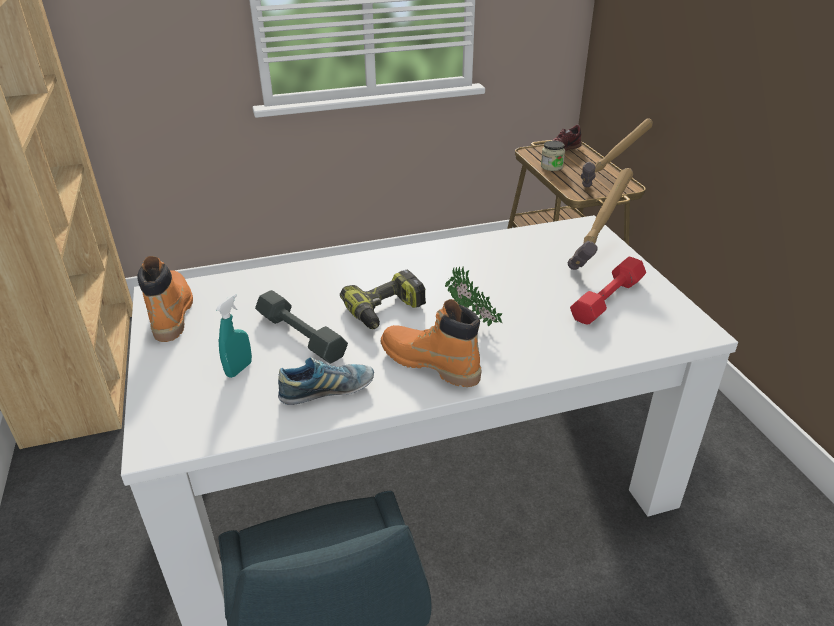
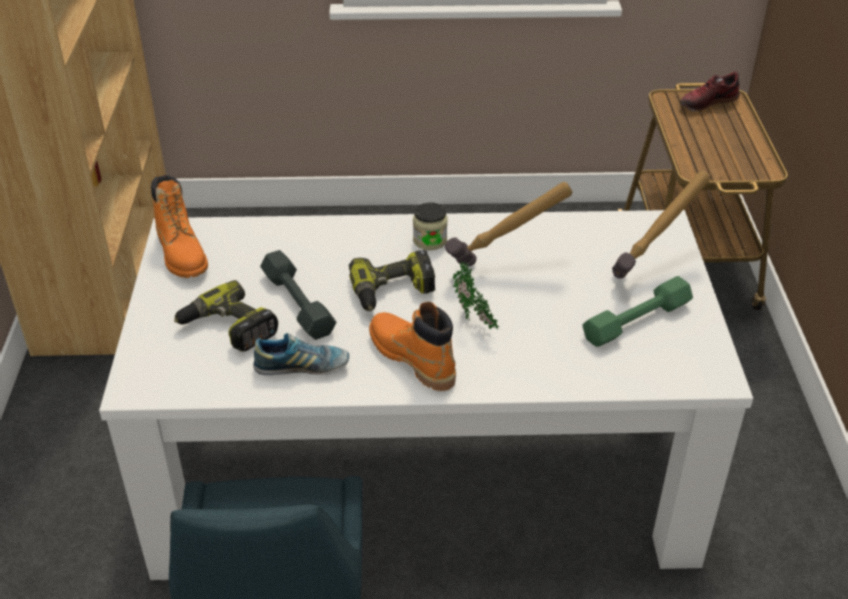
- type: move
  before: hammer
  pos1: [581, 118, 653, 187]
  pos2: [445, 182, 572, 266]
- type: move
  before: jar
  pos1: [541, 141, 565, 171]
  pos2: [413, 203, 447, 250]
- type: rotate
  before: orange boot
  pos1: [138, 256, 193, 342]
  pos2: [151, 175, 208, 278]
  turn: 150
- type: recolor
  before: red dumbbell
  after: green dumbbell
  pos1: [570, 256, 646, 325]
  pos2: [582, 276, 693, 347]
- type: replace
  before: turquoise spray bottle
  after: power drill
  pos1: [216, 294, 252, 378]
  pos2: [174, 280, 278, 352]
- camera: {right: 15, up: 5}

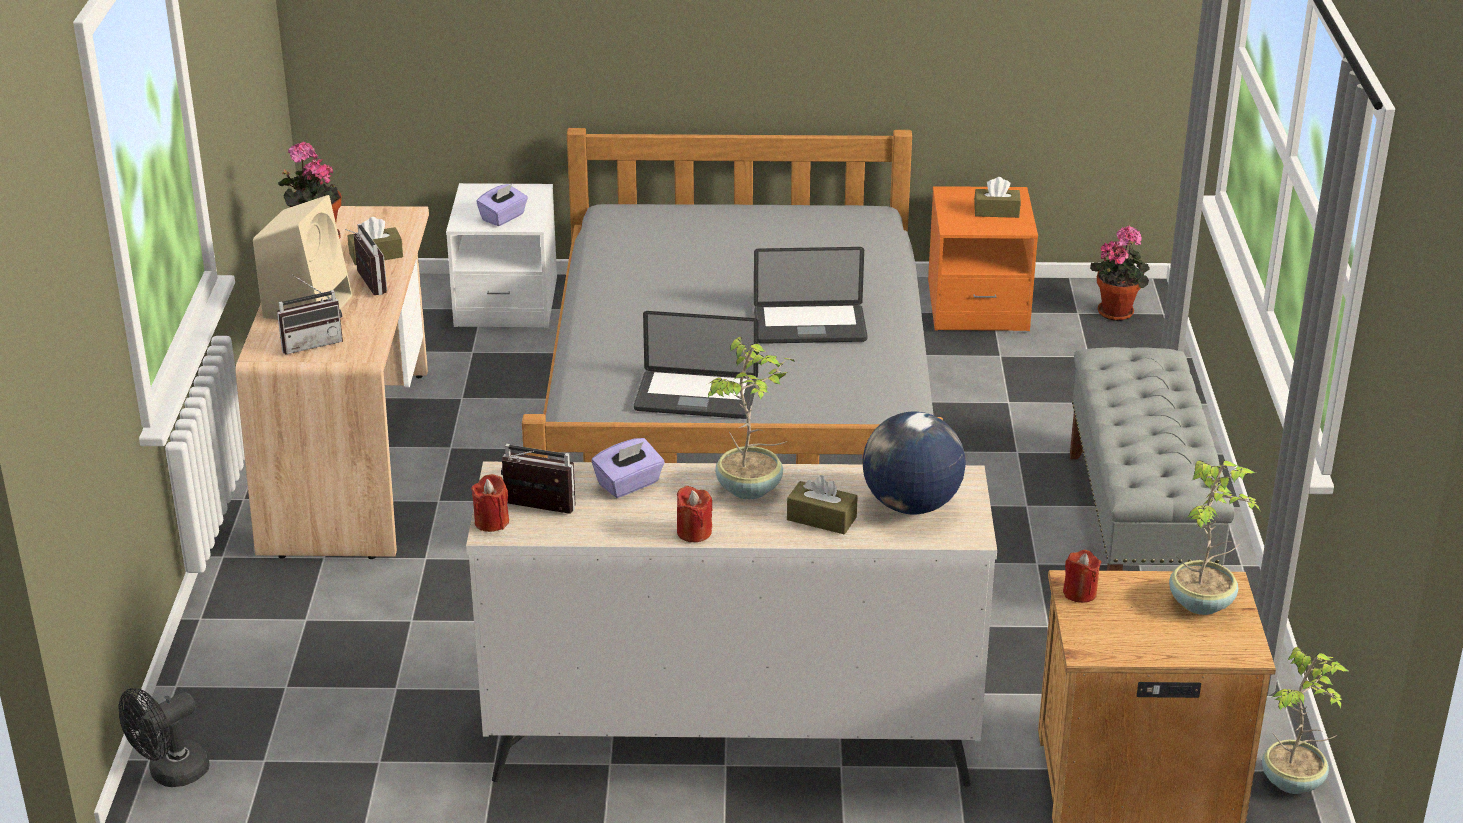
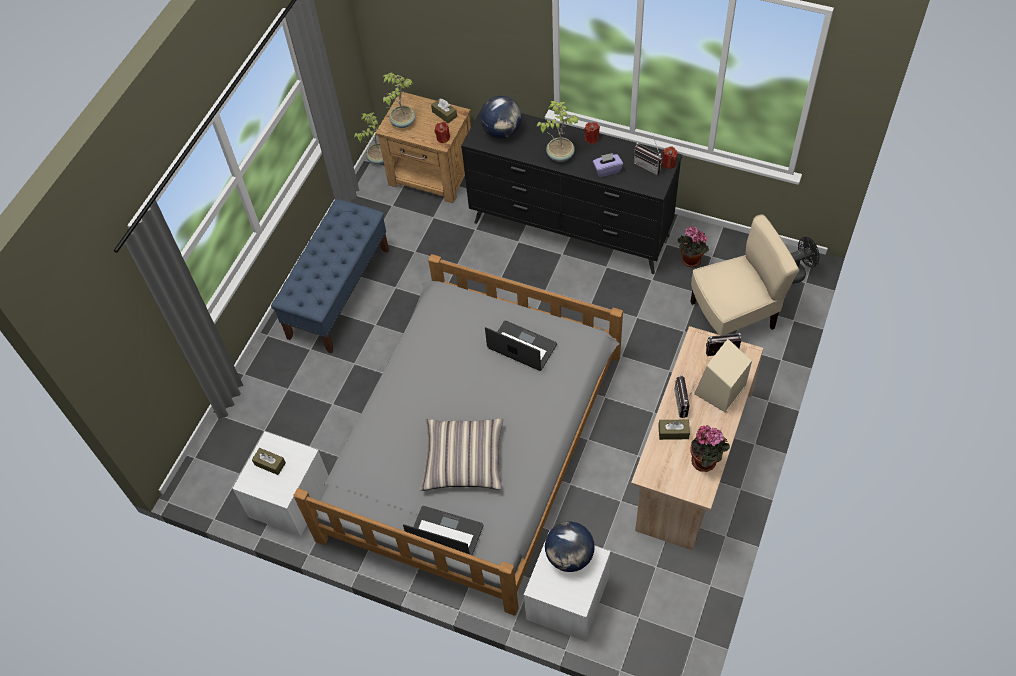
- type: replace
  before: purple tissue box
  after: globe
  pos1: [476, 183, 528, 226]
  pos2: [545, 522, 595, 572]
- type: recolor
  before: orange nightstand
  after: white nightstand
  pos1: [928, 186, 1038, 331]
  pos2: [232, 432, 329, 536]
- type: move
  before: potted plant
  pos1: [1090, 226, 1150, 321]
  pos2: [677, 226, 709, 267]
- type: move
  before: laptop
  pos1: [754, 247, 867, 344]
  pos2: [403, 506, 483, 555]
- type: recolor
  before: grey bench
  after: blue bench
  pos1: [1070, 347, 1235, 571]
  pos2: [271, 199, 389, 354]
- type: recolor
  before: beige dresser
  after: black dresser
  pos1: [466, 462, 997, 787]
  pos2: [461, 104, 682, 274]
- type: move
  before: brown tissue box
  pos1: [787, 475, 858, 534]
  pos2: [431, 98, 457, 123]
- type: insert
  after: beige chair
  pos2: [690, 214, 799, 335]
- type: insert
  after: pillow
  pos2: [420, 419, 503, 491]
- camera: {right: -155, up: 25}

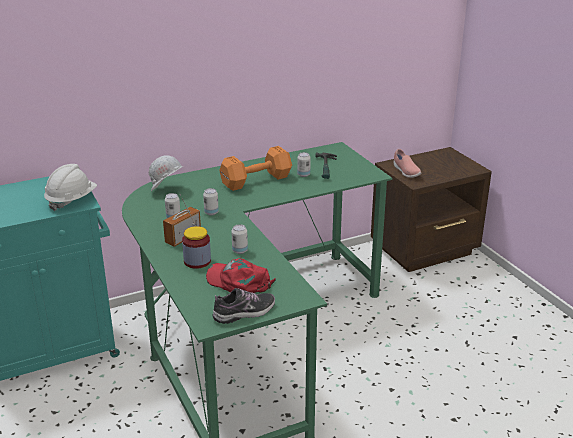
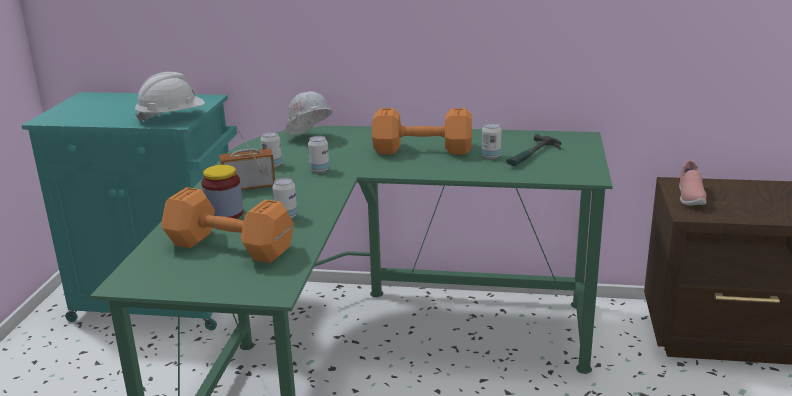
- type: replace
  before: red cap
  after: orange dumbbell
  pos1: [206, 258, 276, 293]
  pos2: [161, 187, 294, 263]
- type: delete
  before: shoe
  pos1: [212, 288, 275, 324]
- camera: {right: 35, up: -5}

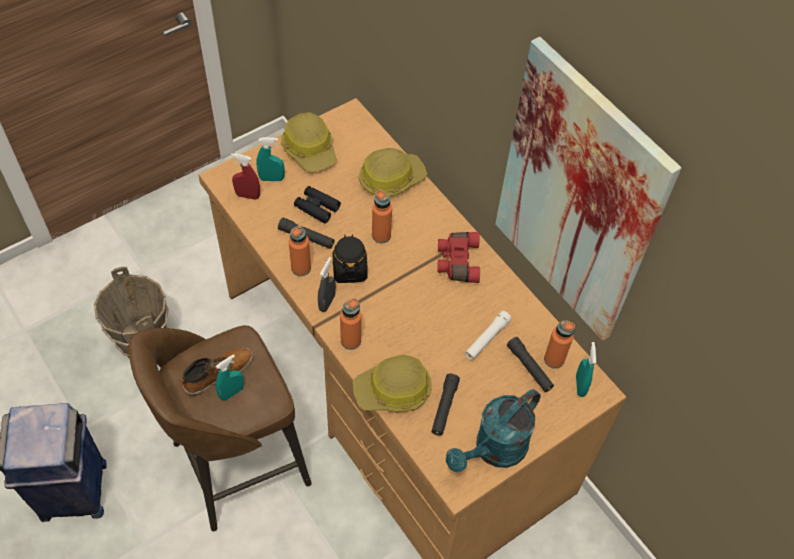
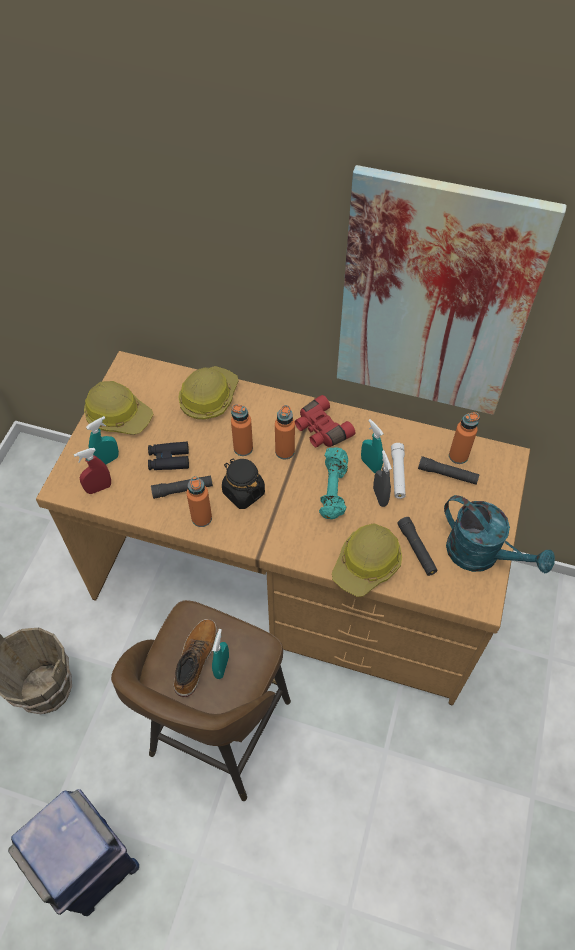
- type: move
  before: grey spray bottle
  pos1: [318, 257, 336, 312]
  pos2: [373, 450, 392, 507]
- type: move
  before: orange bottle
  pos1: [340, 298, 361, 350]
  pos2: [275, 405, 295, 459]
- type: move
  before: turquoise spray bottle
  pos1: [576, 342, 596, 397]
  pos2: [361, 419, 384, 473]
- type: rotate
  before: turquoise watering can
  pos1: [446, 389, 540, 473]
  pos2: [444, 495, 555, 573]
  turn: -60
- type: insert
  after: turquoise dumbbell
  pos2: [319, 448, 348, 520]
- camera: {right: -35, up: 0}

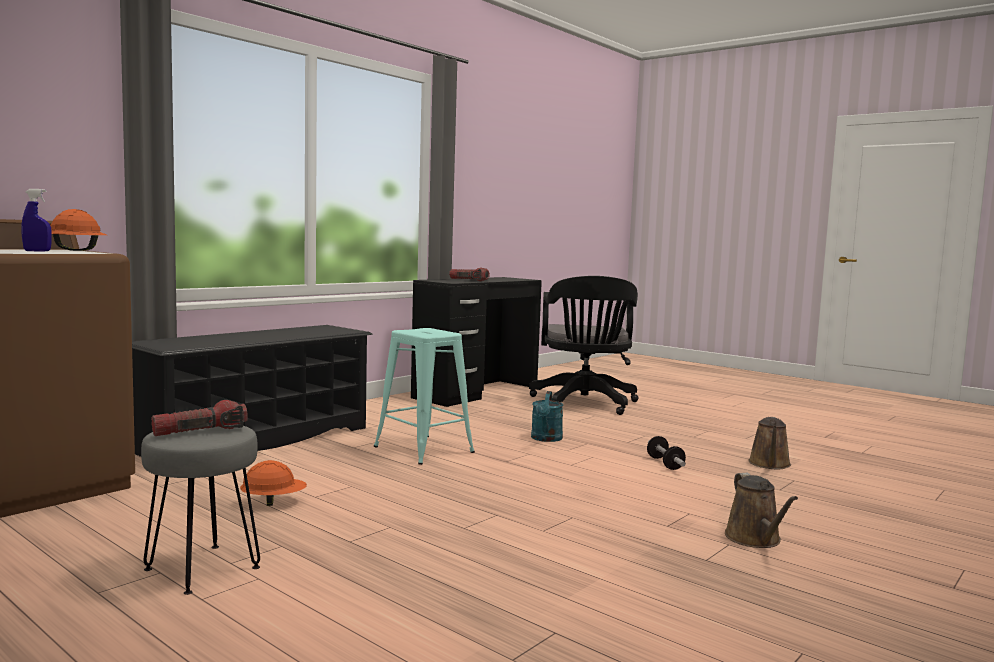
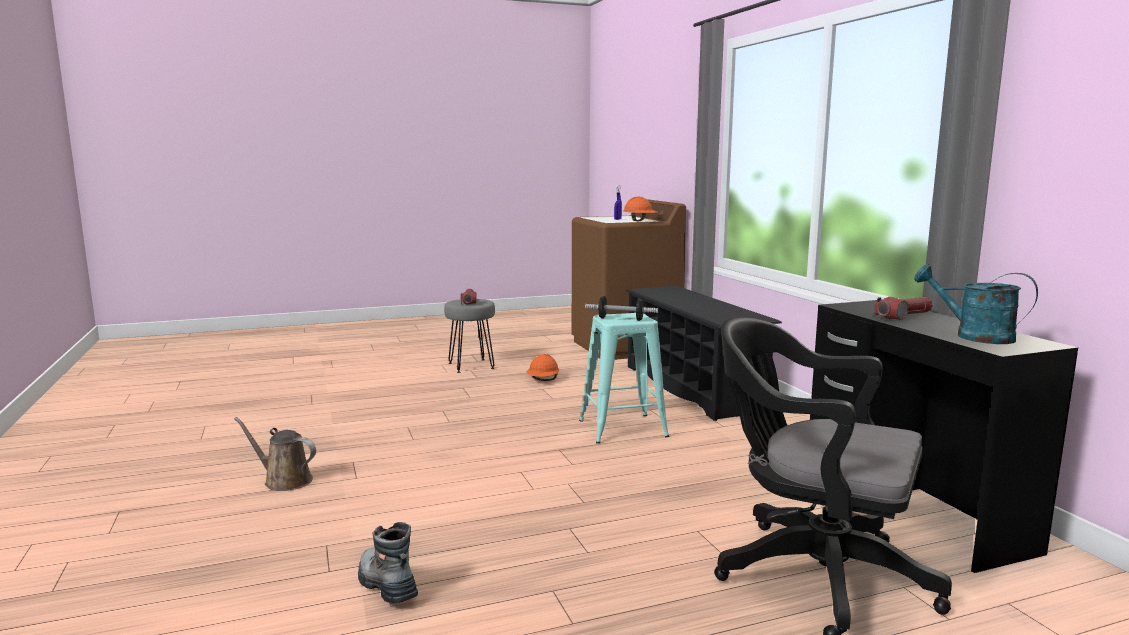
- type: move
  before: turquoise watering can
  pos1: [531, 391, 563, 442]
  pos2: [914, 264, 1038, 344]
- type: replace
  before: brown watering can
  after: boot
  pos1: [748, 417, 791, 469]
  pos2: [358, 522, 418, 604]
- type: move
  before: dumbbell
  pos1: [647, 436, 686, 470]
  pos2: [585, 296, 658, 321]
- camera: {right: 120, up: 5}

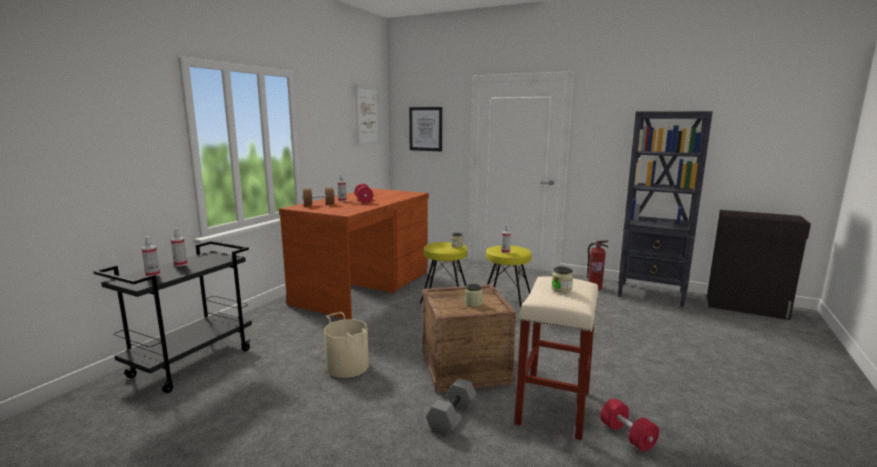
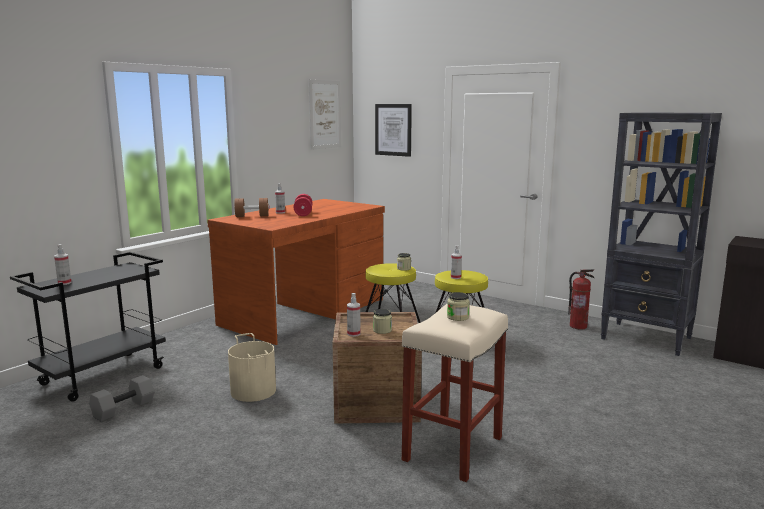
- type: move
  before: spray bottle
  pos1: [171, 229, 187, 267]
  pos2: [347, 293, 361, 337]
- type: move
  before: grey dumbbell
  pos1: [426, 378, 477, 436]
  pos2: [89, 375, 154, 421]
- type: delete
  before: red dumbbell
  pos1: [600, 398, 659, 451]
- camera: {right: 10, up: 0}

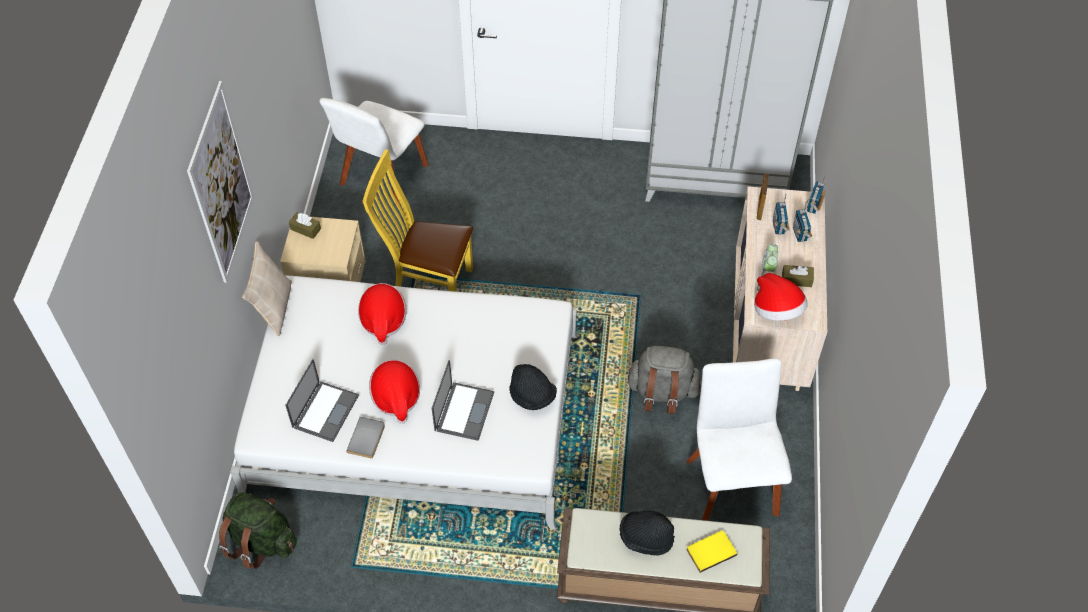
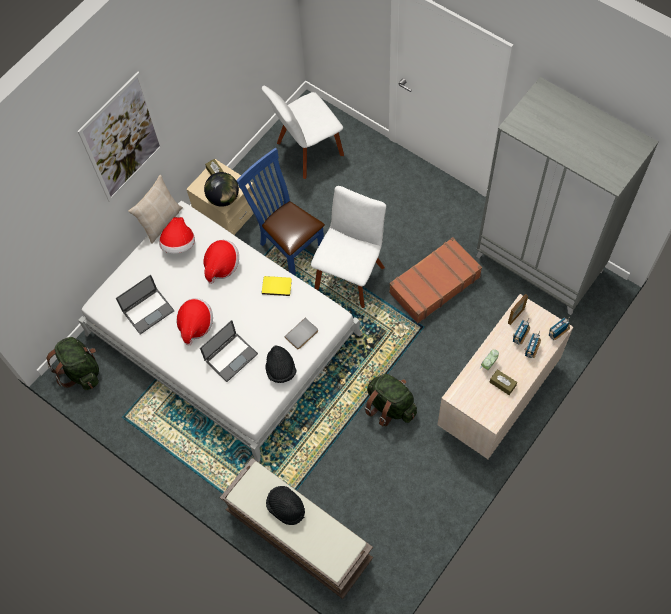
- type: recolor
  before: yellow chair
  after: blue chair
  pos1: [362, 149, 473, 292]
  pos2: [236, 148, 325, 275]
- type: move
  before: hat
  pos1: [754, 273, 808, 321]
  pos2: [159, 217, 195, 254]
- type: recolor
  before: grey backpack
  after: green backpack
  pos1: [626, 346, 701, 414]
  pos2: [364, 374, 417, 427]
- type: move
  before: white chair
  pos1: [686, 358, 792, 521]
  pos2: [311, 186, 386, 308]
- type: move
  before: grey book
  pos1: [346, 417, 385, 458]
  pos2: [284, 318, 318, 350]
- type: move
  before: yellow book
  pos1: [687, 531, 738, 573]
  pos2: [262, 276, 292, 296]
- type: insert
  after: globe
  pos2: [204, 172, 239, 207]
- type: insert
  after: brown suitcase
  pos2: [389, 237, 482, 324]
- camera: {right: 35, up: 10}

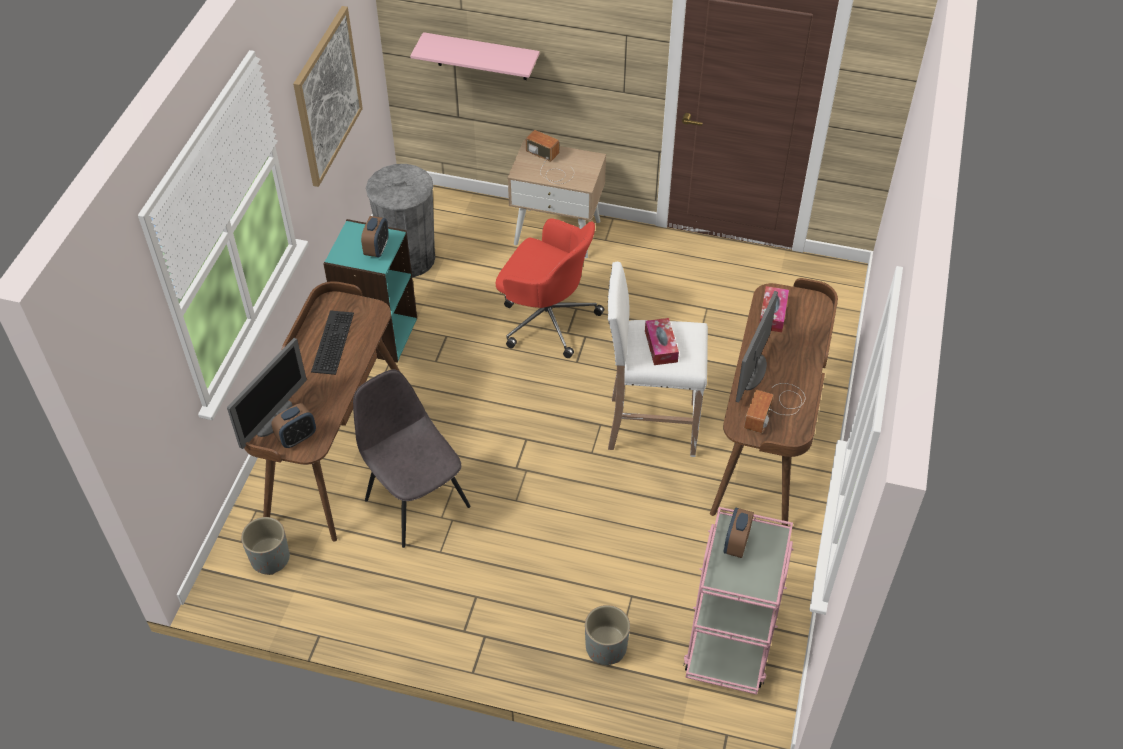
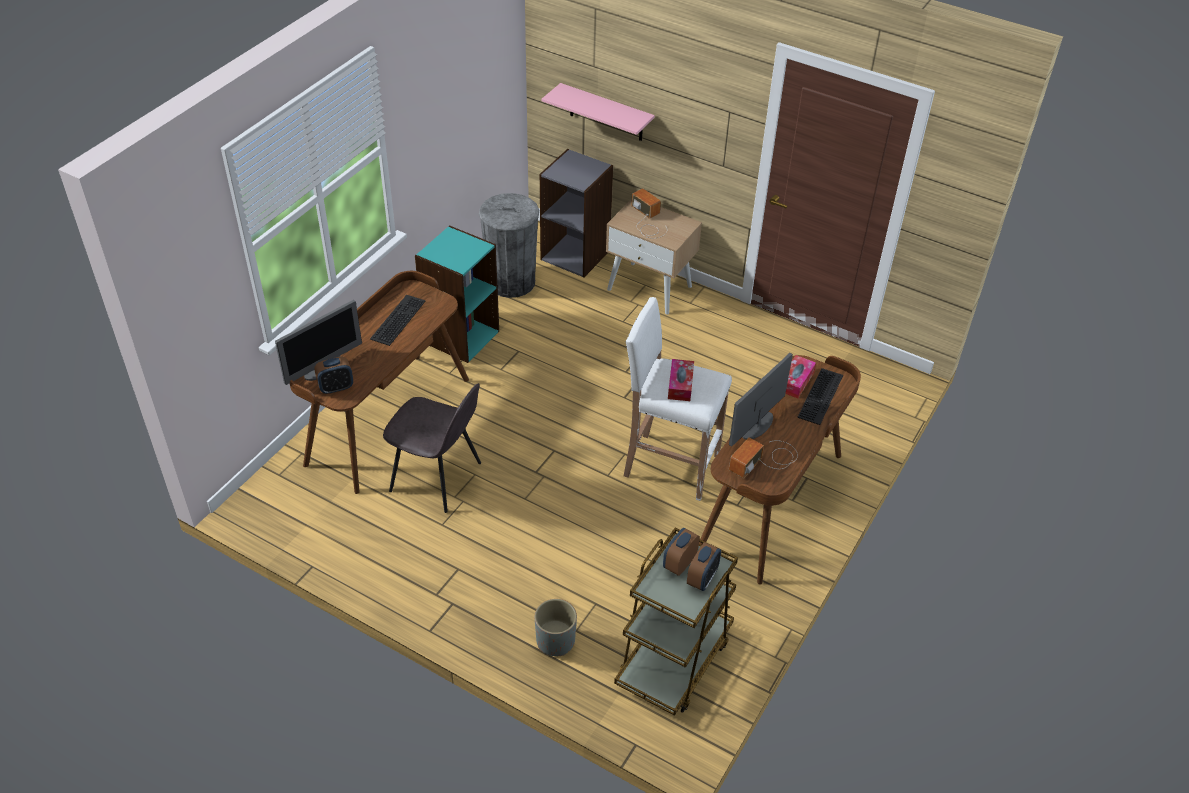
- type: delete
  before: picture
  pos1: [293, 6, 363, 187]
- type: move
  before: alarm clock
  pos1: [361, 216, 389, 257]
  pos2: [687, 542, 721, 591]
- type: delete
  before: red office chair
  pos1: [496, 218, 604, 358]
- type: rotate
  before: grey chair
  pos1: [353, 369, 470, 548]
  pos2: [383, 383, 481, 513]
  turn: 135
- type: recolor
  before: pink cart
  after: brown cart
  pos1: [683, 507, 794, 695]
  pos2: [614, 528, 738, 716]
- type: delete
  before: grey planter
  pos1: [241, 517, 290, 575]
- type: insert
  after: grey bookcase
  pos2: [540, 149, 613, 277]
- type: insert
  after: keyboard
  pos2: [797, 368, 843, 425]
- camera: {right: 15, up: -5}

